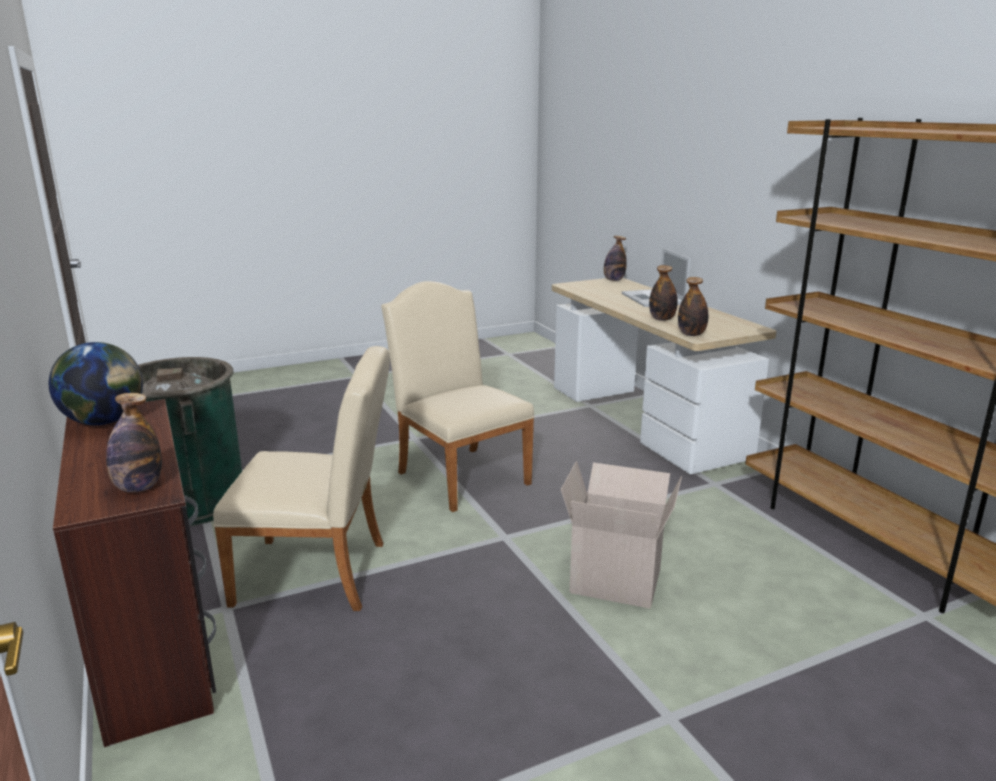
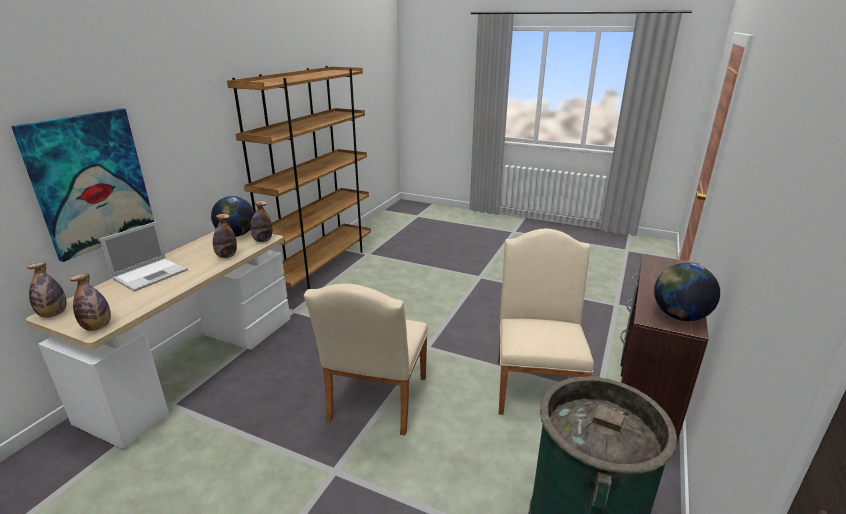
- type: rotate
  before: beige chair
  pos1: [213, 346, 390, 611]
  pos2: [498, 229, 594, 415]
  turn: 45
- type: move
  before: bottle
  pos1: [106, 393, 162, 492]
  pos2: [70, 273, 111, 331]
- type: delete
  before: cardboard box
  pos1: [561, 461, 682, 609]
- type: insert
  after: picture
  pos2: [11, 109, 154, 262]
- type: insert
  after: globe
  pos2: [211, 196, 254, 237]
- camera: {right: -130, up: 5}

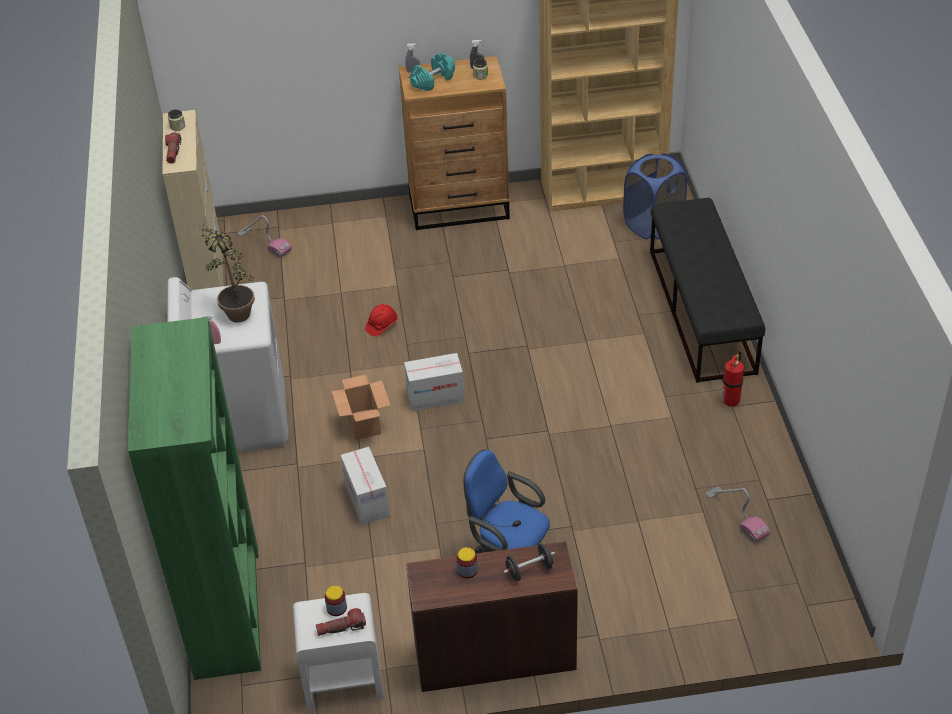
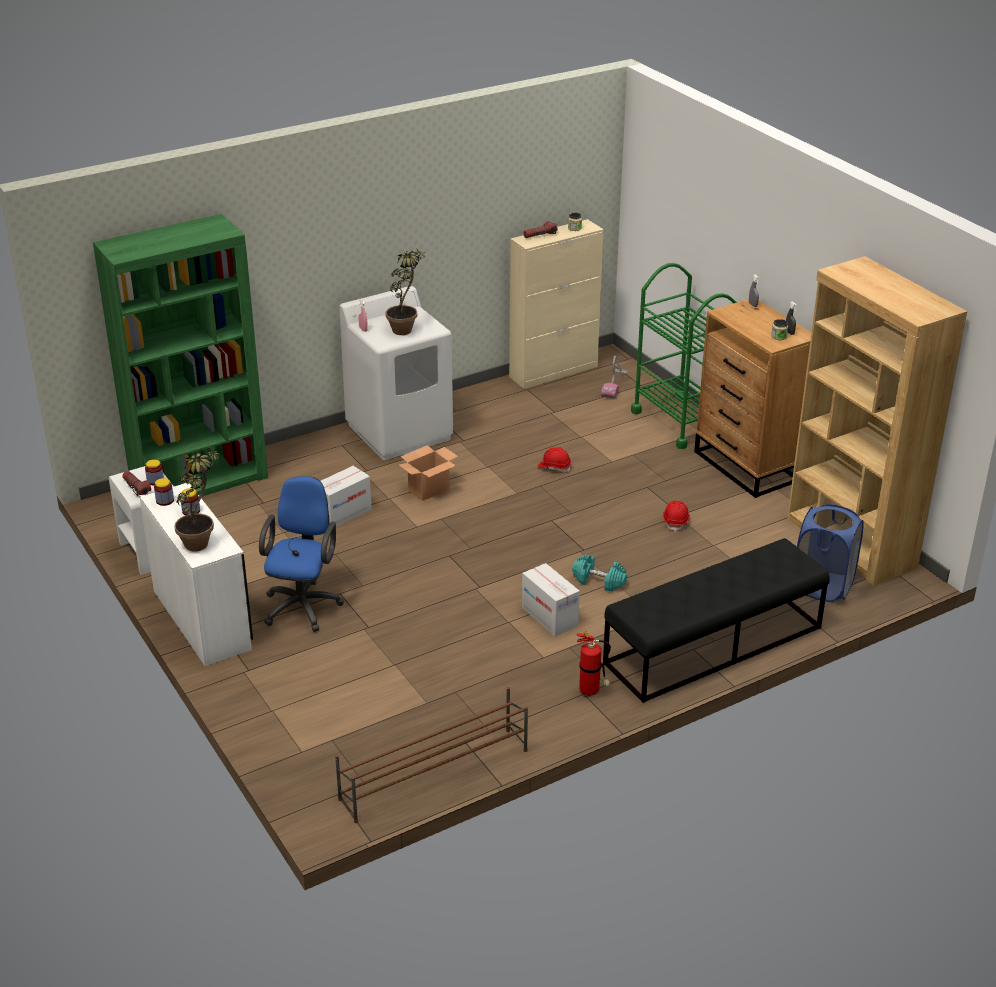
- type: move
  before: turquoise dumbbell
  pos1: [410, 53, 455, 91]
  pos2: [572, 554, 627, 591]
- type: move
  before: cardboard box
  pos1: [404, 353, 465, 411]
  pos2: [522, 563, 580, 636]
- type: delete
  before: vacuum cleaner
  pos1: [705, 487, 770, 543]
- type: recolor
  before: brown desk
  after: white desk
  pos1: [406, 541, 578, 692]
  pos2: [140, 483, 253, 666]
- type: replace
  before: black dumbbell
  after: potted plant
  pos1: [503, 543, 555, 581]
  pos2: [174, 447, 220, 551]
- type: insert
  after: green cart
  pos2: [631, 263, 737, 449]
- type: insert
  after: jar
  pos2: [154, 478, 174, 506]
- type: insert
  after: red hard hat
  pos2: [663, 501, 690, 532]
- type: insert
  after: brown shoe rack
  pos2: [335, 687, 528, 823]
- camera: {right: 65, up: -10}

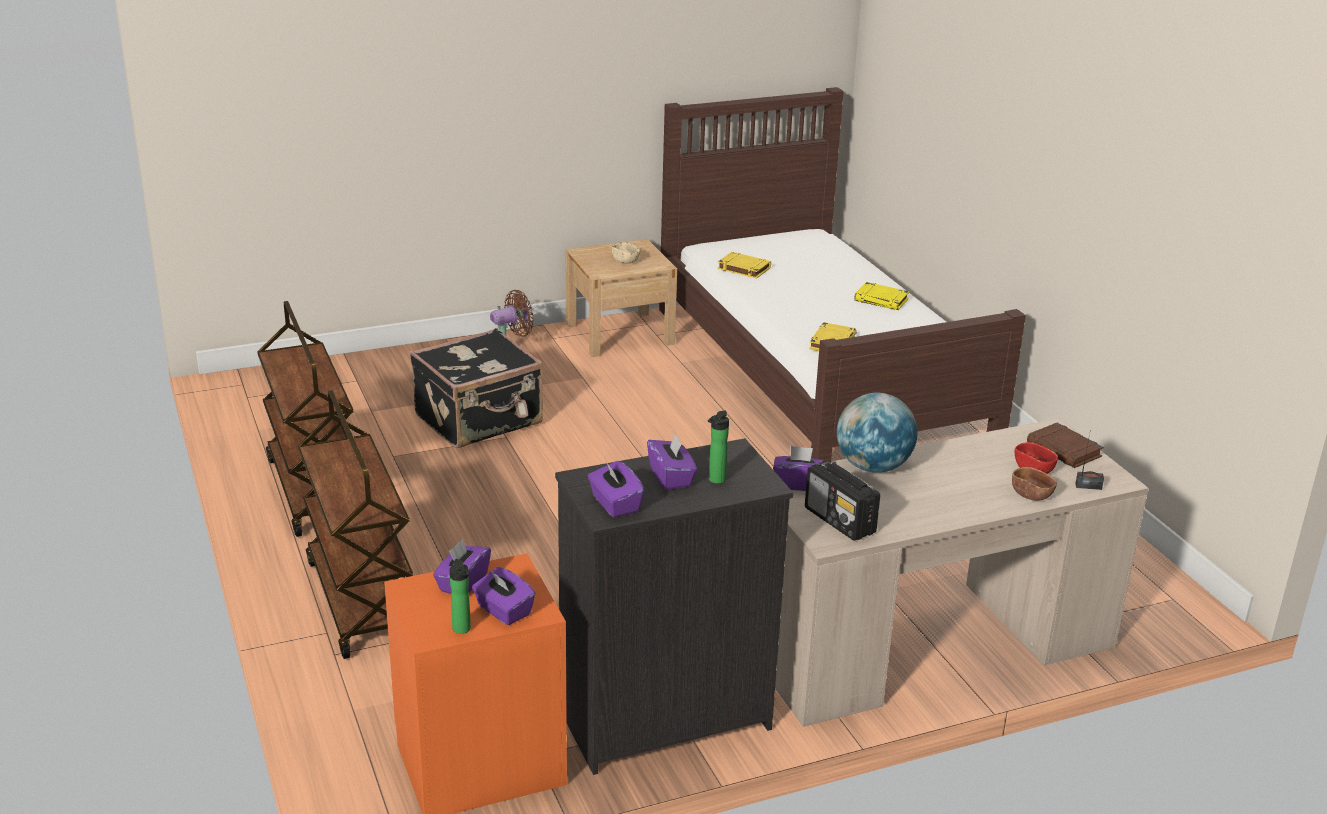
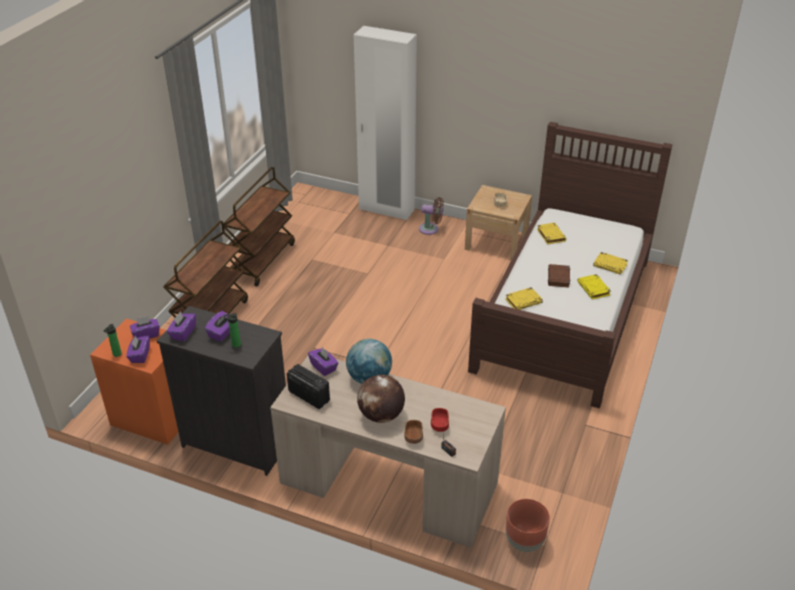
- type: delete
  before: black suitcase
  pos1: [410, 328, 543, 448]
- type: move
  before: brown book
  pos1: [1027, 423, 1104, 468]
  pos2: [548, 264, 570, 288]
- type: rotate
  before: radio
  pos1: [805, 460, 880, 541]
  pos2: [287, 364, 330, 409]
  turn: 120
- type: insert
  after: white wardrobe
  pos2: [354, 26, 417, 220]
- type: insert
  after: yellow book
  pos2: [593, 252, 628, 275]
- type: insert
  after: globe
  pos2: [357, 374, 405, 423]
- type: insert
  after: brown planter
  pos2: [506, 499, 550, 552]
- camera: {right: 45, up: 10}

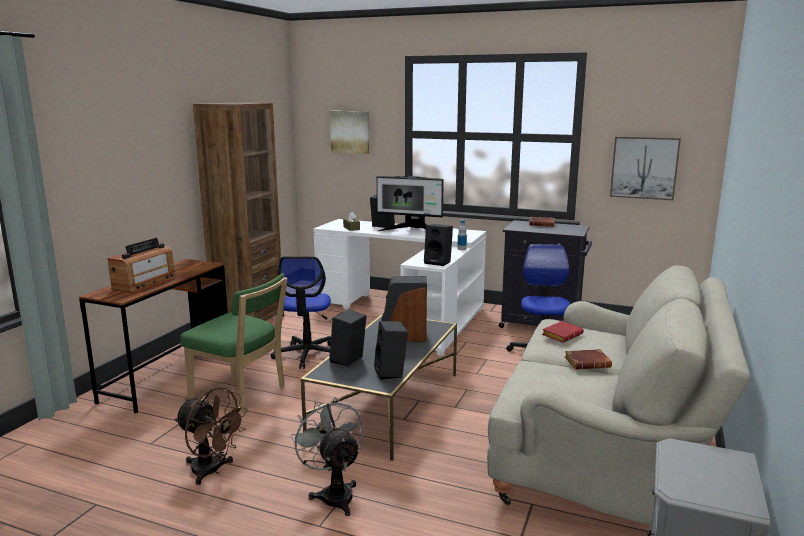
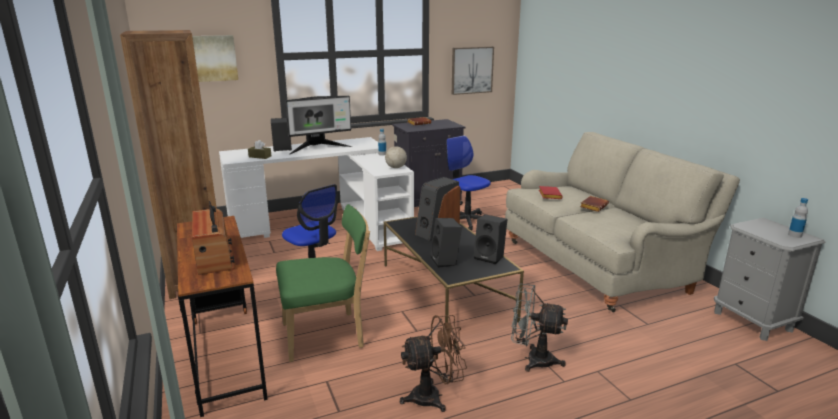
- type: replace
  before: black speaker
  after: globe
  pos1: [424, 224, 453, 266]
  pos2: [385, 134, 407, 168]
- type: insert
  after: bottle
  pos2: [788, 198, 808, 238]
- camera: {right: -45, up: 5}

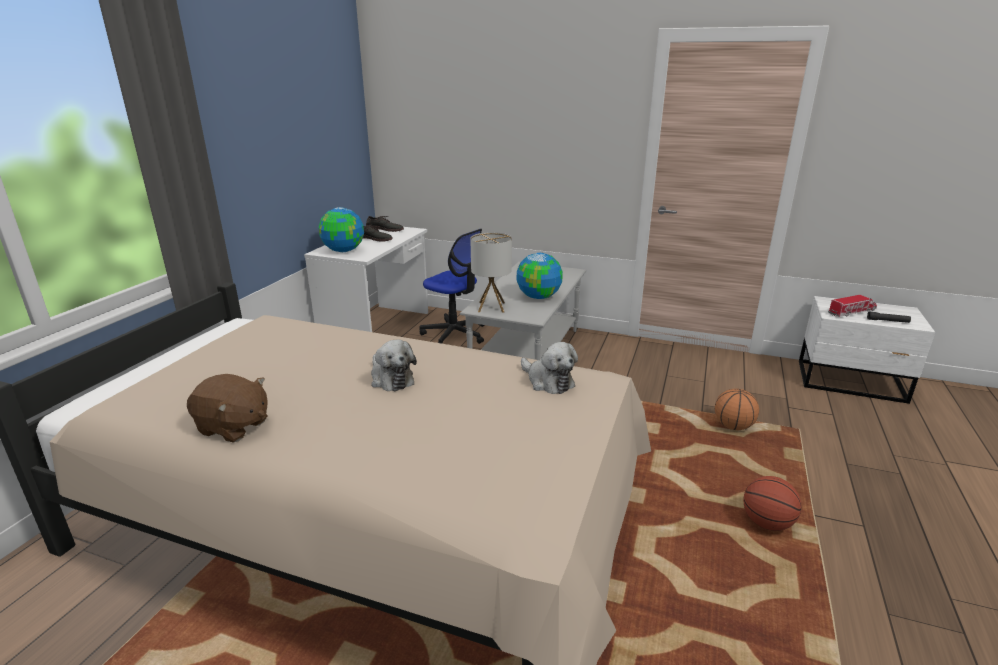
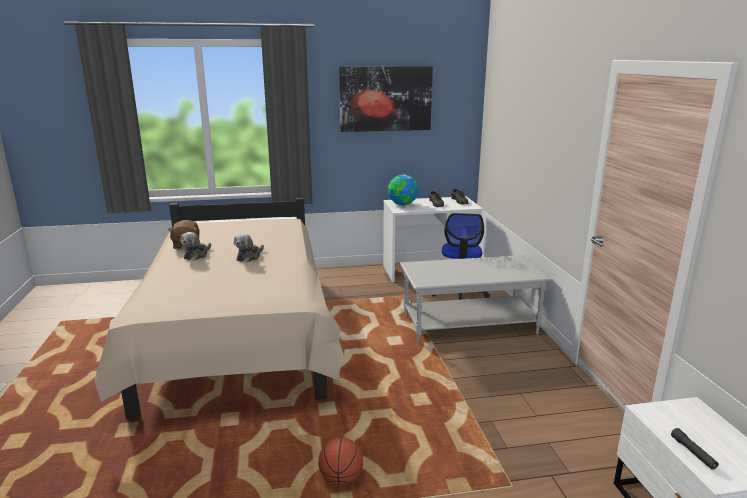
- type: delete
  before: table lamp
  pos1: [470, 232, 512, 313]
- type: delete
  before: globe
  pos1: [517, 253, 563, 299]
- type: delete
  before: toy truck
  pos1: [828, 295, 877, 317]
- type: move
  before: plush toy
  pos1: [521, 342, 578, 394]
  pos2: [180, 232, 211, 260]
- type: delete
  before: basketball
  pos1: [715, 388, 759, 430]
- type: insert
  after: picture
  pos2: [339, 66, 433, 132]
- camera: {right: 60, up: -5}

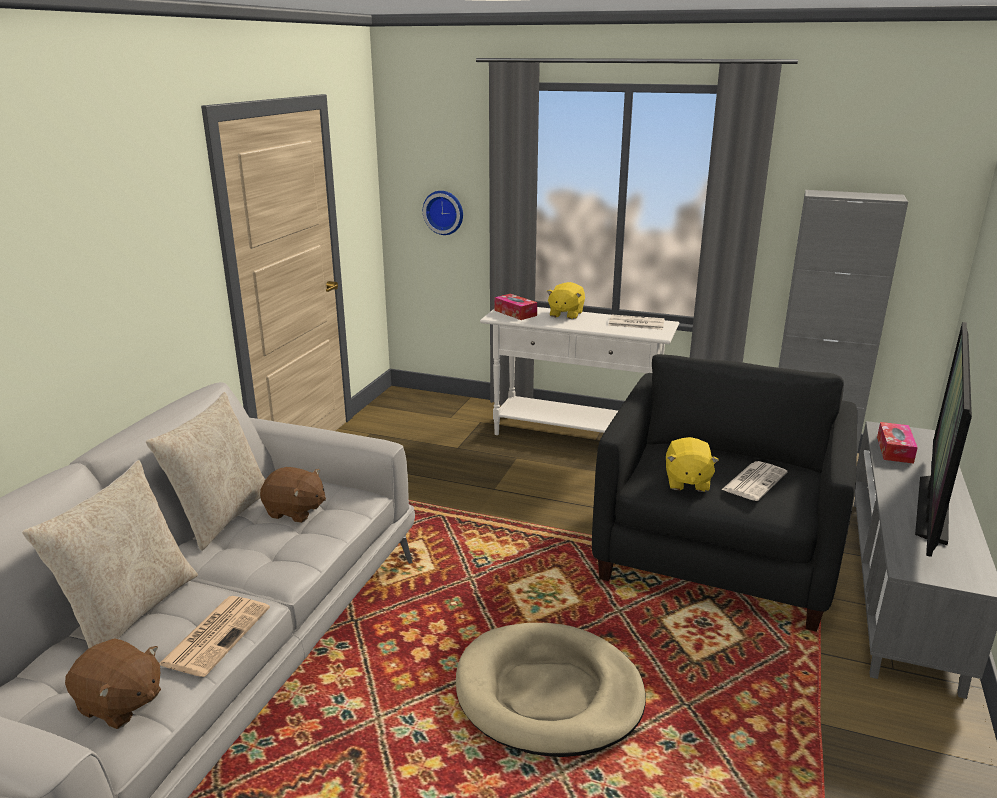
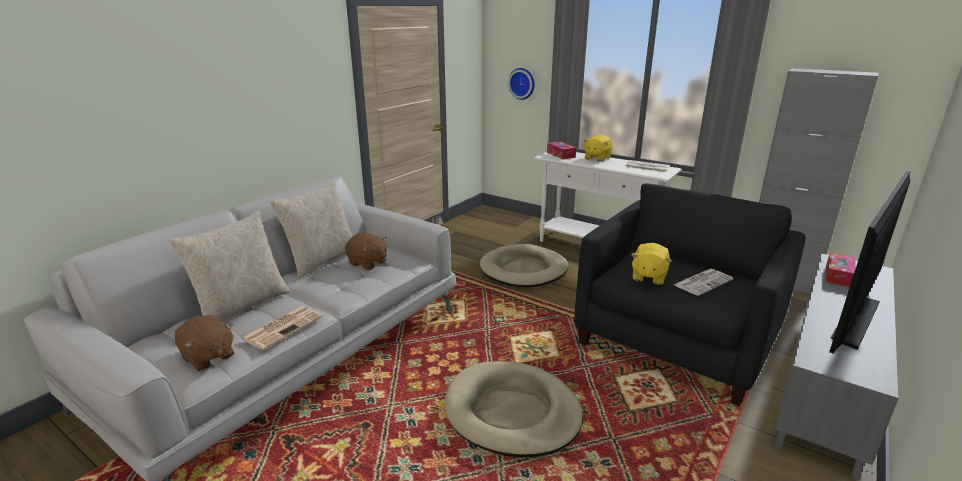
- type: insert
  after: beige dog bed
  pos2: [480, 244, 569, 287]
- camera: {right: 15, up: 0}

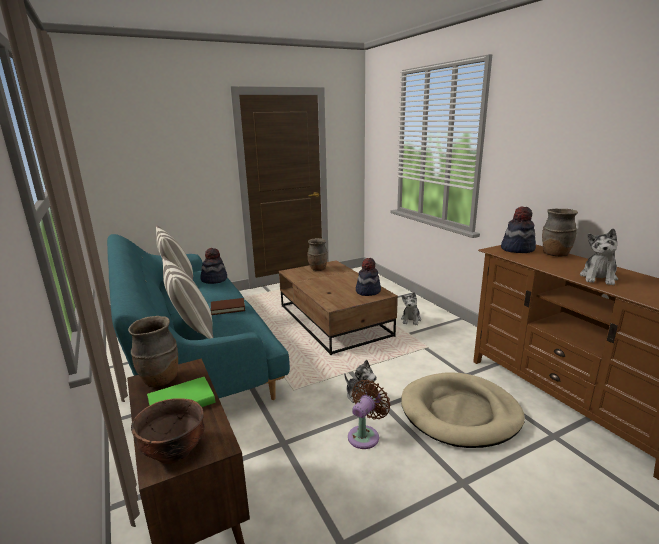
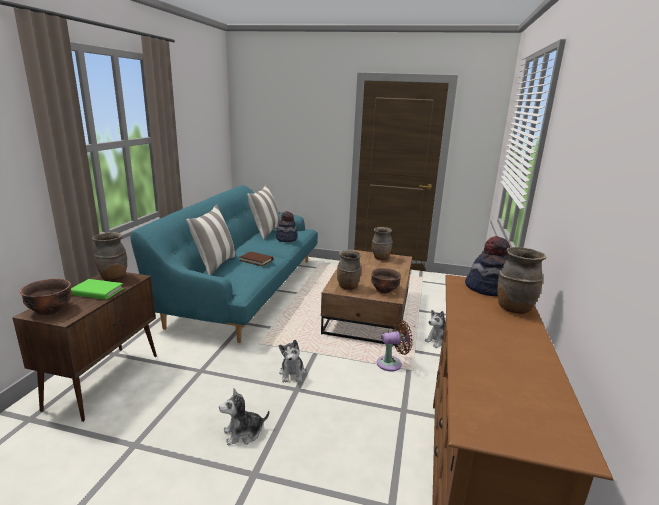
- type: move
  before: plush toy
  pos1: [580, 228, 618, 285]
  pos2: [219, 388, 269, 445]
- type: replace
  before: hat
  after: brown bowl
  pos1: [356, 258, 381, 296]
  pos2: [371, 268, 401, 293]
- type: delete
  before: beige dog bed
  pos1: [401, 372, 525, 448]
- type: move
  before: brown fan
  pos1: [348, 380, 390, 449]
  pos2: [377, 320, 413, 371]
- type: insert
  after: brown vase
  pos2: [337, 250, 361, 290]
- camera: {right: 40, up: 0}

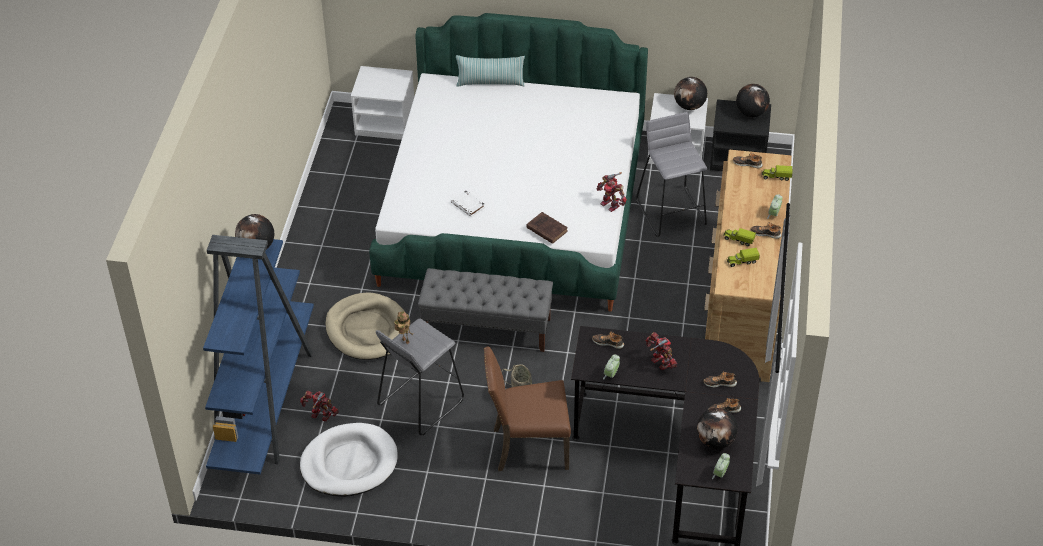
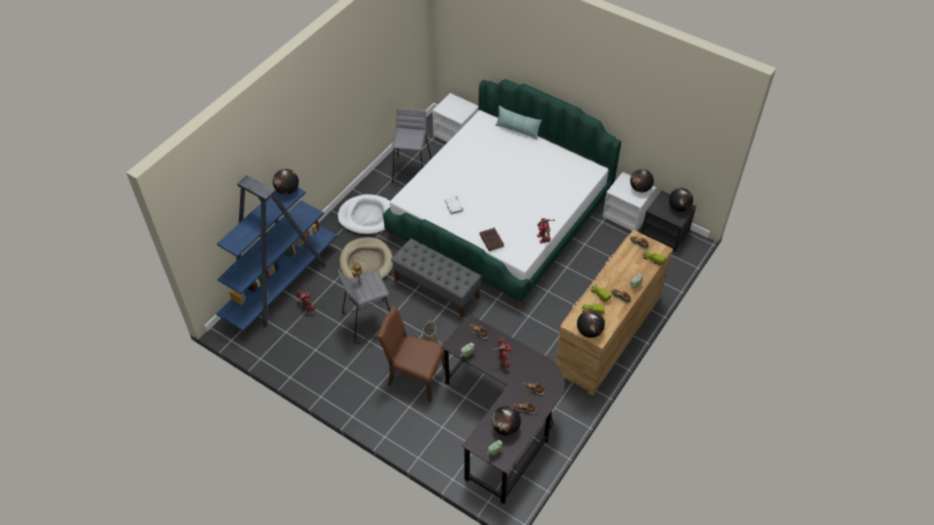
- type: move
  before: grey stool
  pos1: [636, 112, 707, 237]
  pos2: [392, 108, 432, 183]
- type: move
  before: white dog bed
  pos1: [300, 423, 398, 497]
  pos2: [338, 194, 390, 235]
- type: insert
  after: globe
  pos2: [577, 310, 605, 338]
- camera: {right: 25, up: 5}

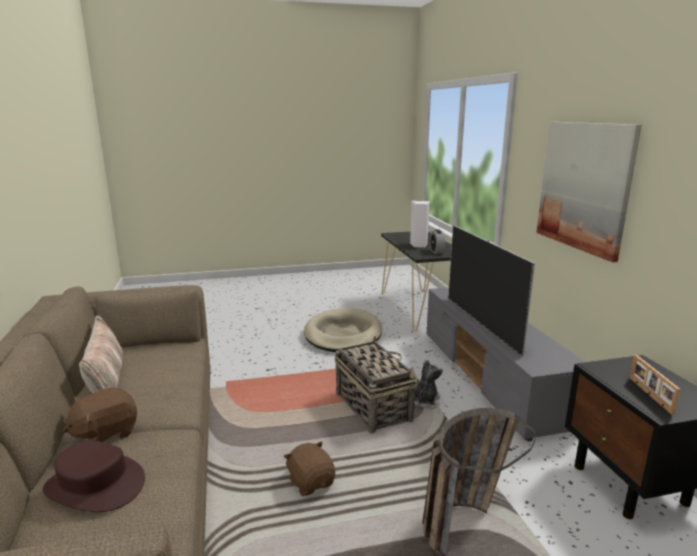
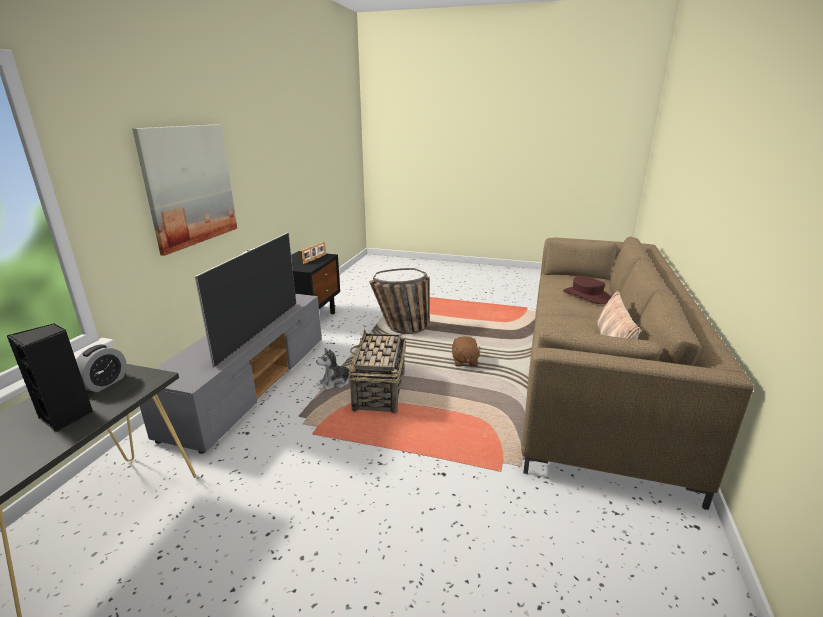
- type: recolor
  before: white speaker
  after: black speaker
  pos1: [410, 201, 430, 248]
  pos2: [7, 323, 93, 432]
- type: delete
  before: beige dog bed
  pos1: [304, 308, 382, 352]
- type: delete
  before: brown plush toy
  pos1: [63, 387, 137, 442]
- camera: {right: -150, up: 5}

